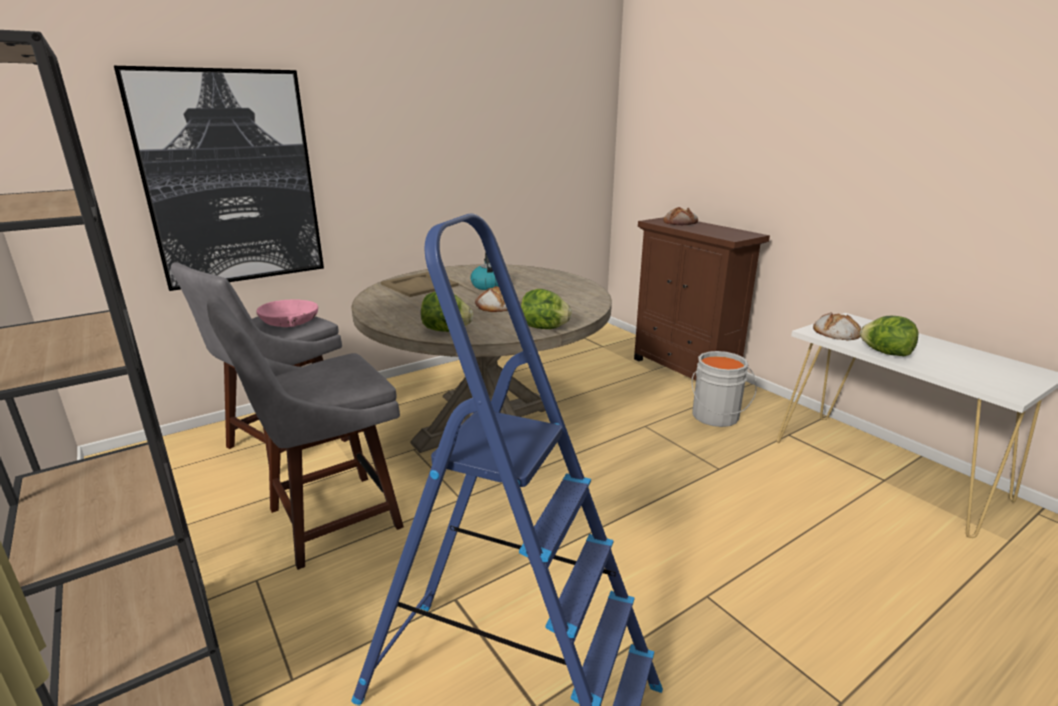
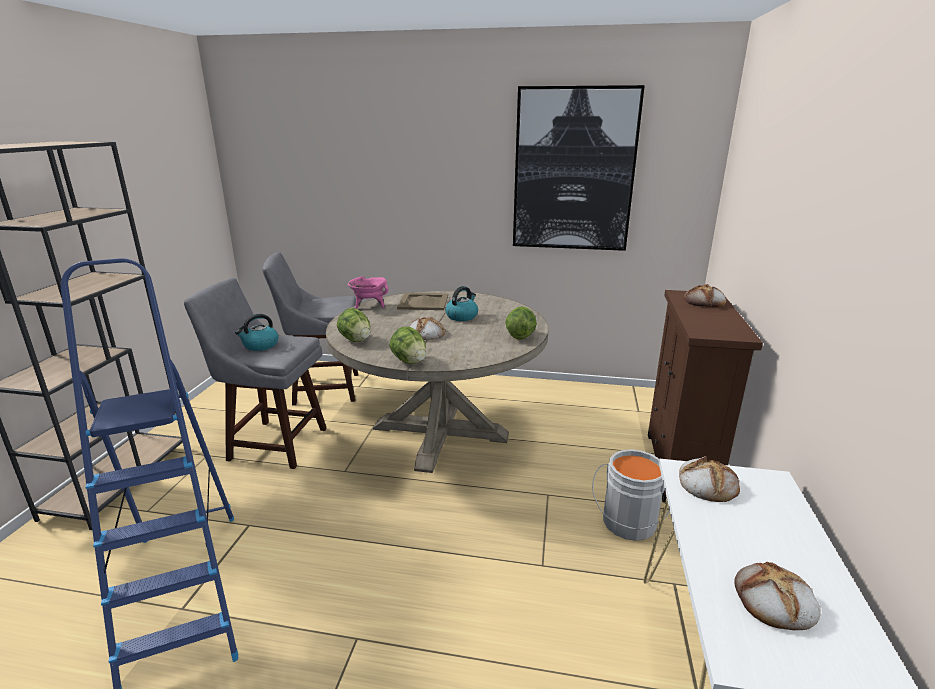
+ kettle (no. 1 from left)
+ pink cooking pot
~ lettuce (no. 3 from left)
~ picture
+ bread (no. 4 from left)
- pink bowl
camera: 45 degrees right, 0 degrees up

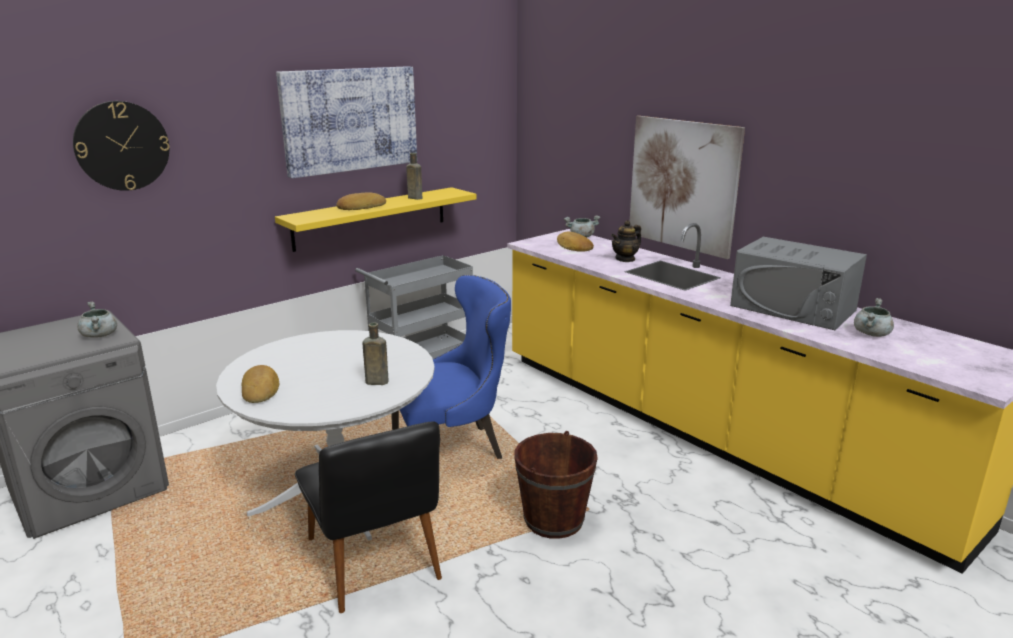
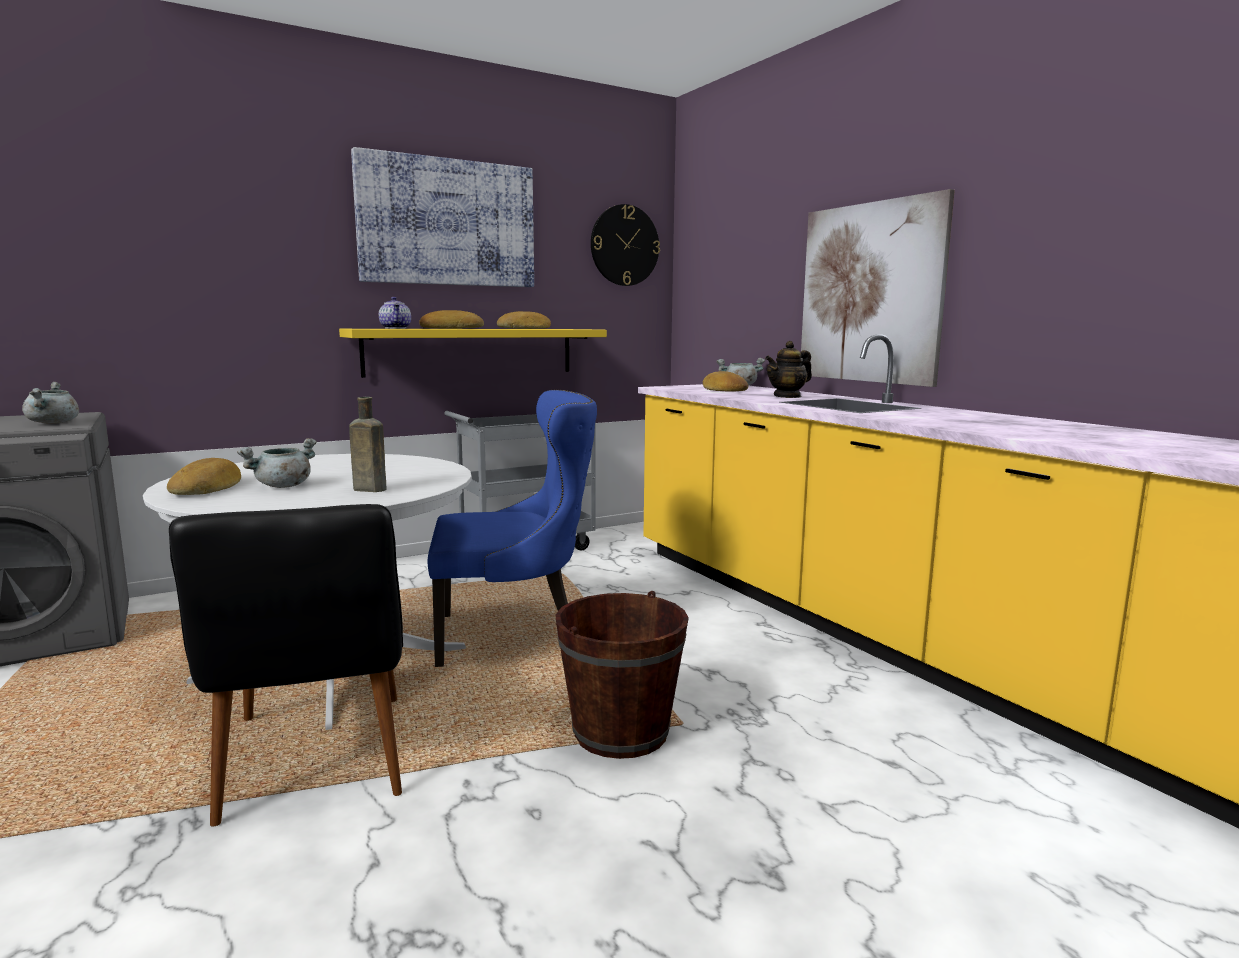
~ grey cooking pot (no. 3 from left in the first image) to grey cooking pot (no. 2 from left)
+ teapot (no. 1 from left)
~ brown bottle (no. 2 from left) to bread (no. 3 from left)
~ wall clock
- grey microwave
camera: 10 degrees right, 10 degrees down

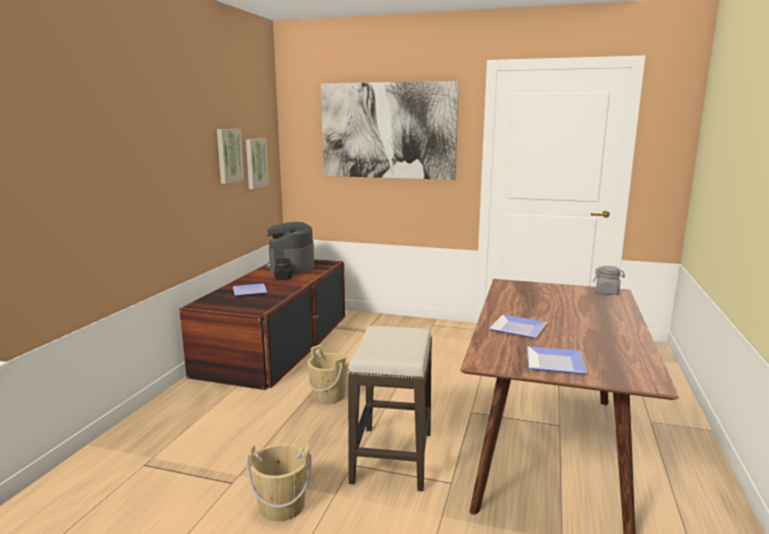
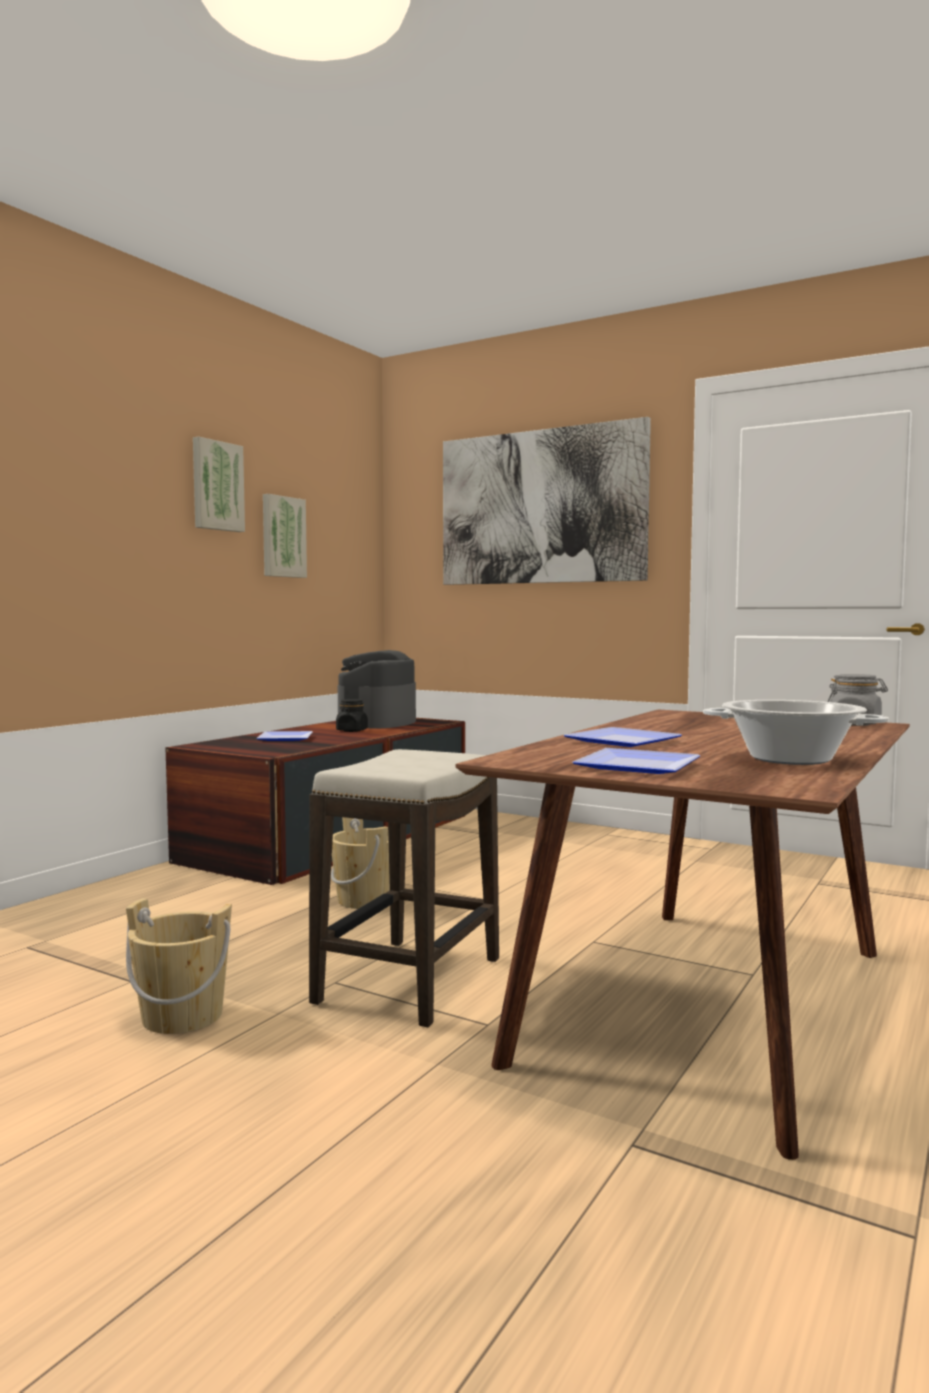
~ picture (no. 2 from left in the first image) to picture (no. 1 from left)
+ cooking pot
camera: 15 degrees right, 10 degrees down

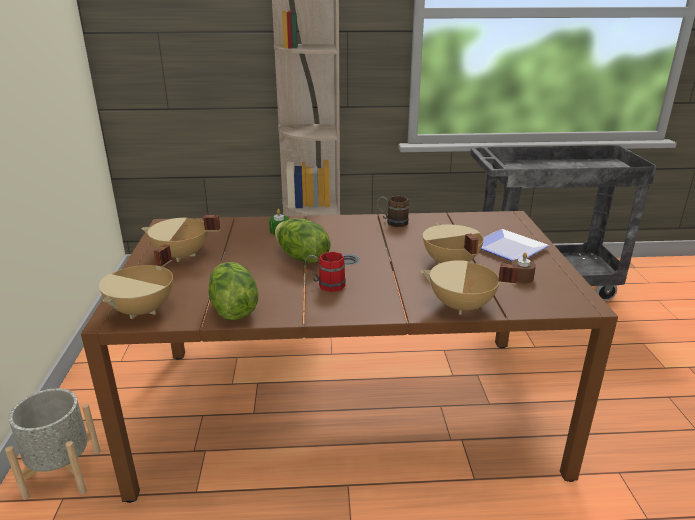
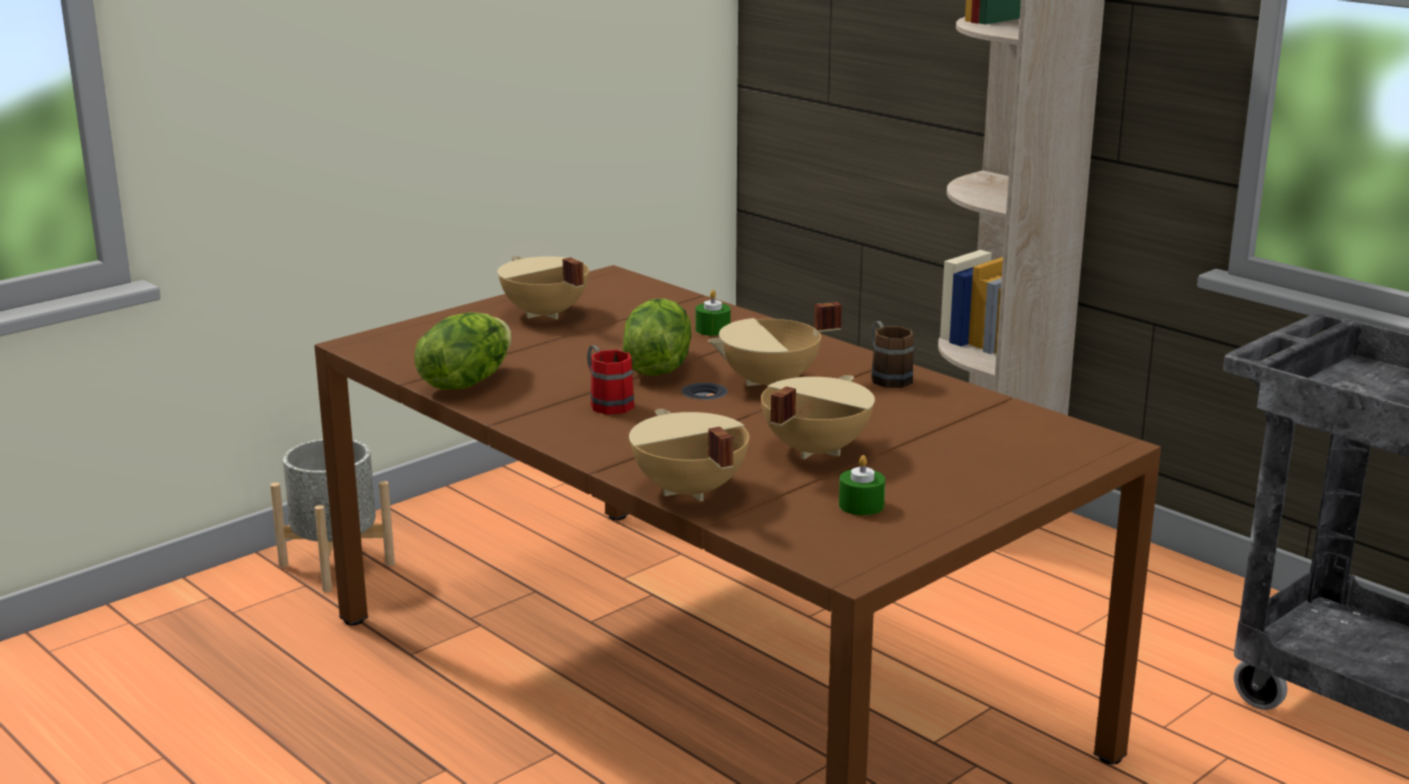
~ beige cooking pot (no. 1 from left in the first image) to beige cooking pot (no. 3 from left)
~ brown candle to green candle (no. 2 from left)
- plate
camera: 50 degrees right, 5 degrees down

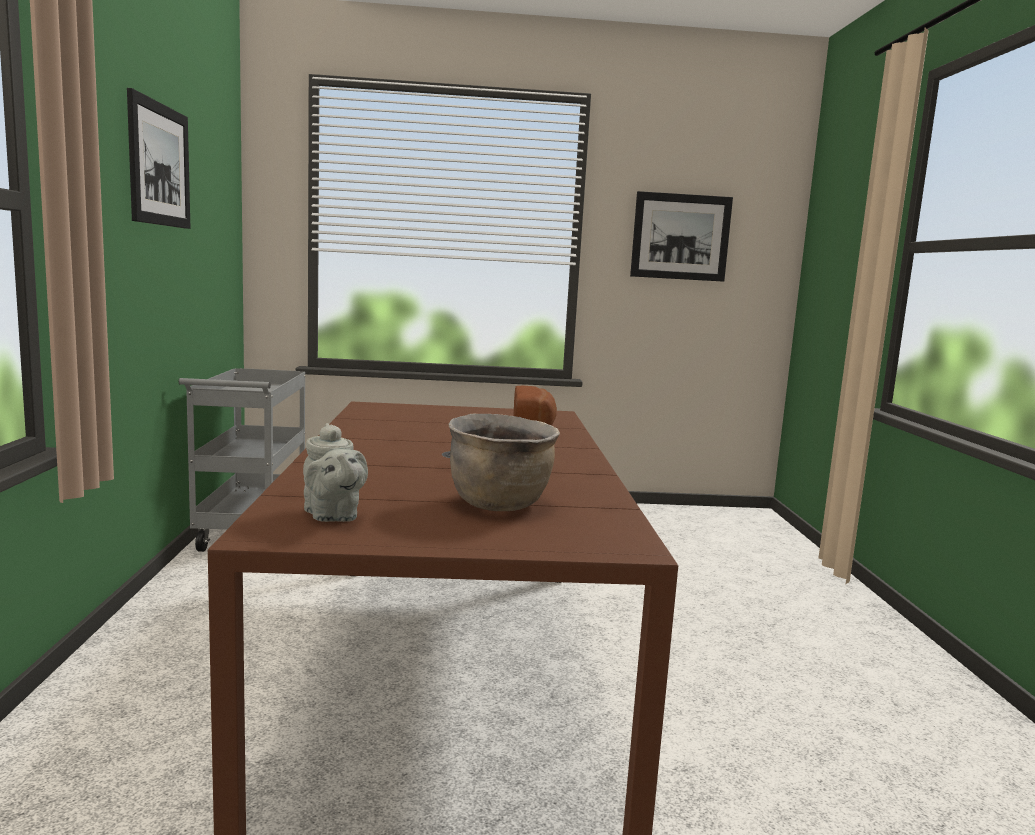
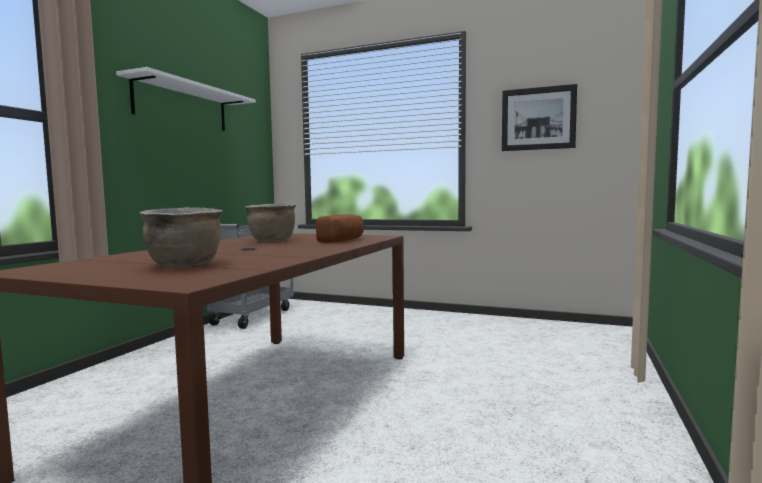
~ picture (no. 1 from left) to white shelf
+ brown cooking pot (no. 2 from left)
- grey teapot
camera: 25 degrees right, 5 degrees down

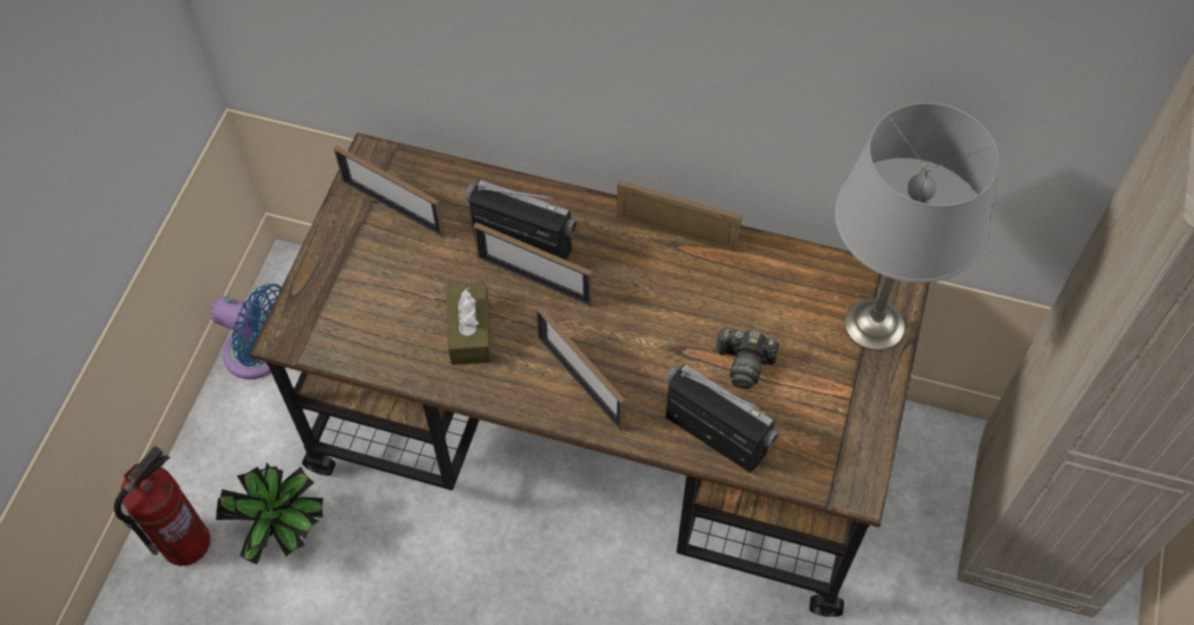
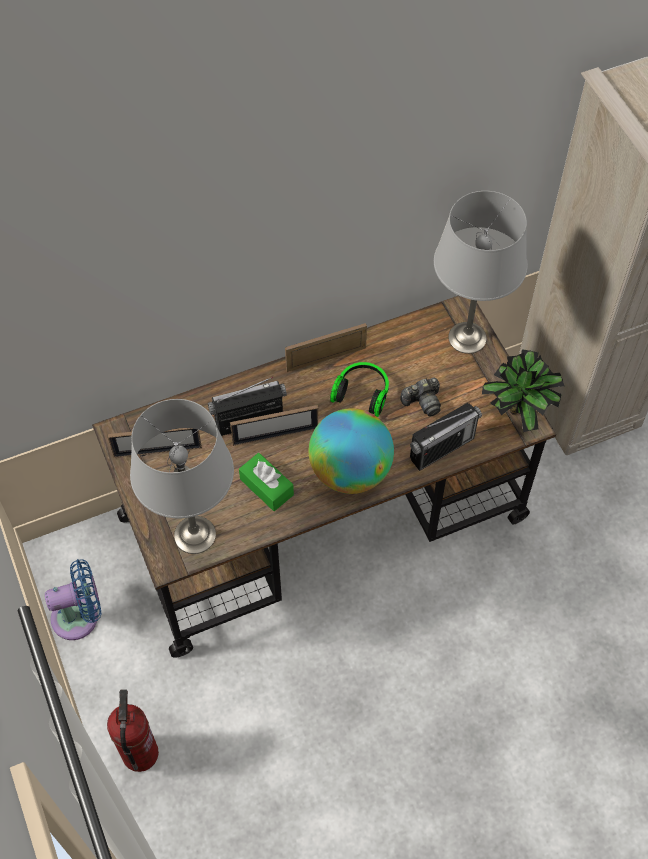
+ grey table lamp (no. 1 from left)
~ brown tissue box to green tissue box
~ picture frame (no. 3 from left) to globe
+ headphones
~ radio (no. 2 from left) 150 degrees clockwise
~ potted plant
camera: 40 degrees left, 0 degrees up

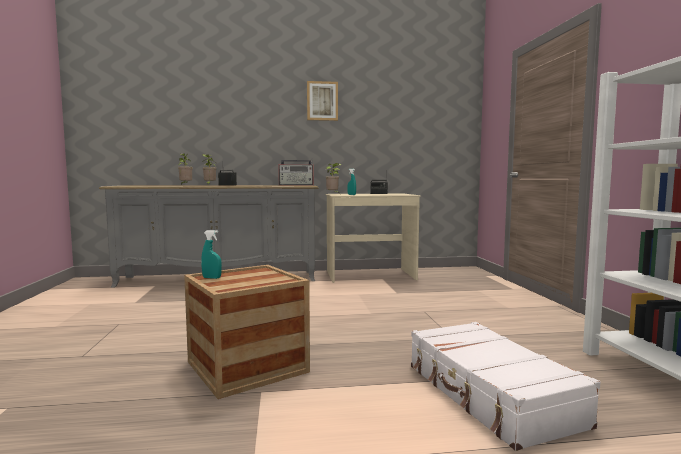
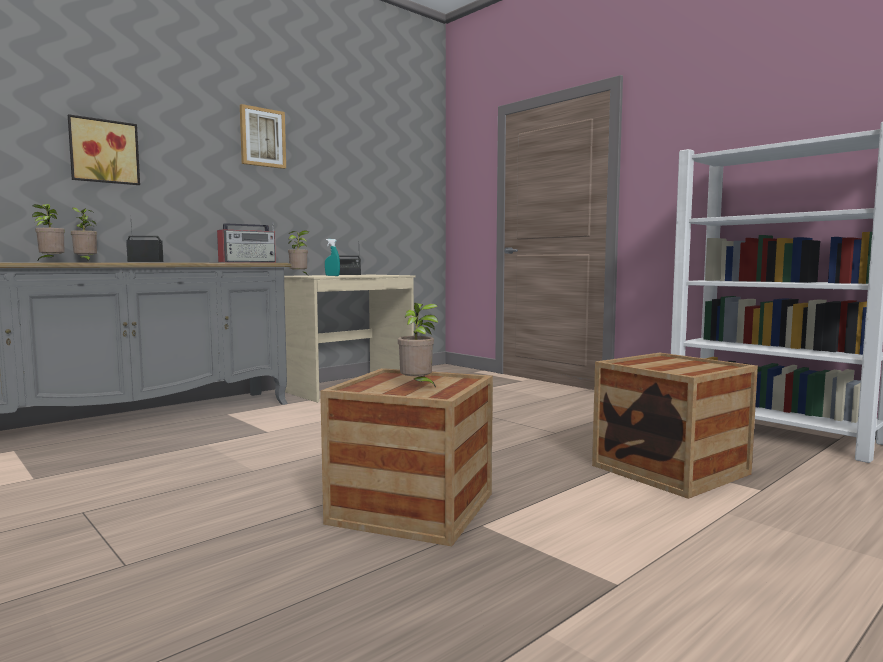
+ picture (no. 1 from left)
+ potted plant (no. 4 from left)
~ white suitcase to crate (no. 2 from left)
- turquoise spray bottle (no. 1 from left)
camera: 35 degrees left, 0 degrees up

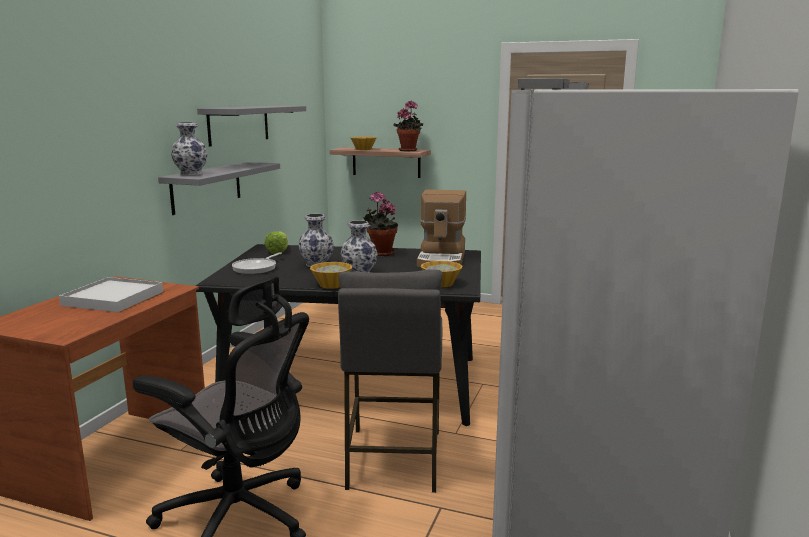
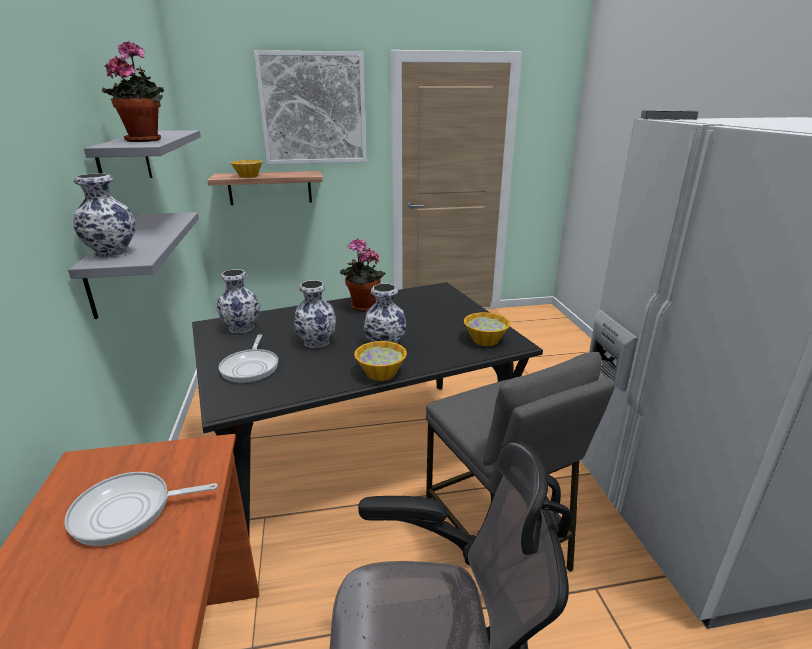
~ white tray to frying pan (no. 1 from left)
~ potted plant (no. 2 from left in the first image) to potted plant (no. 1 from left)
~ lettuce to vase (no. 2 from left)
+ picture
- coffee machine
camera: 30 degrees left, 10 degrees up

